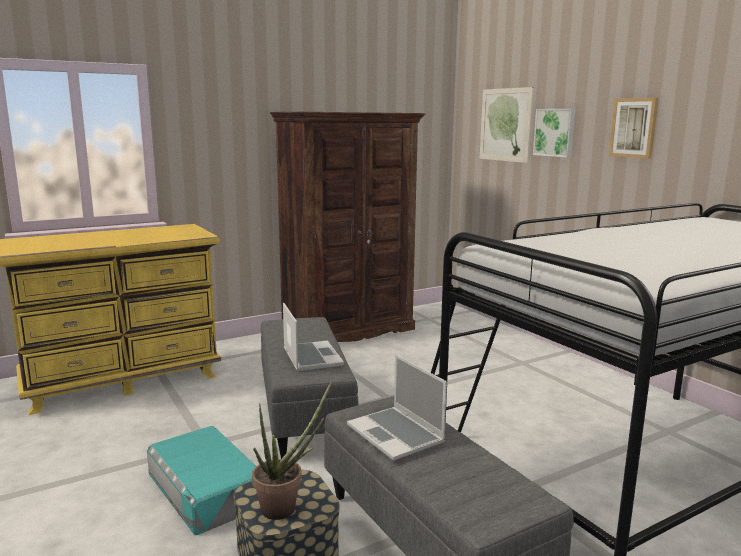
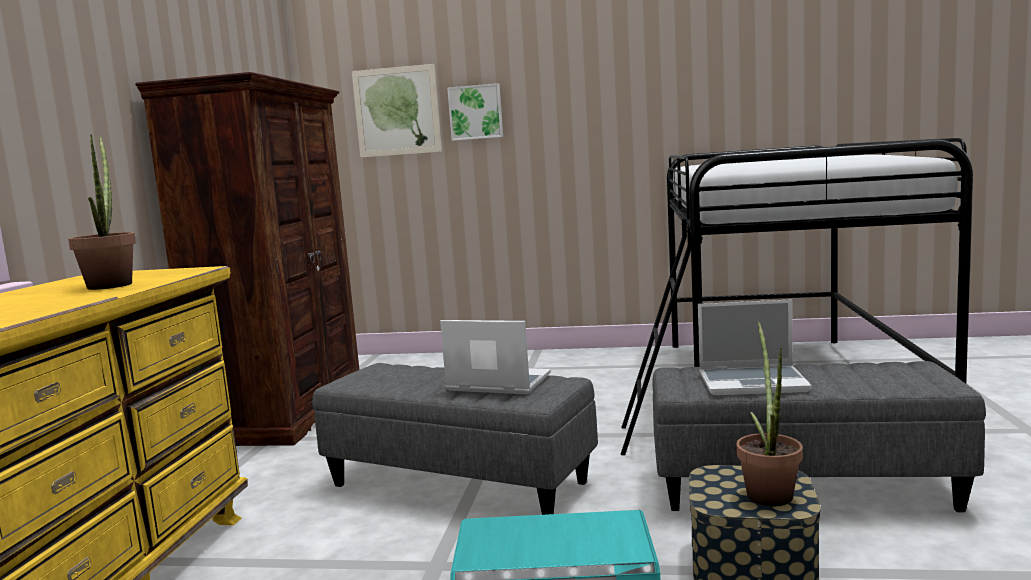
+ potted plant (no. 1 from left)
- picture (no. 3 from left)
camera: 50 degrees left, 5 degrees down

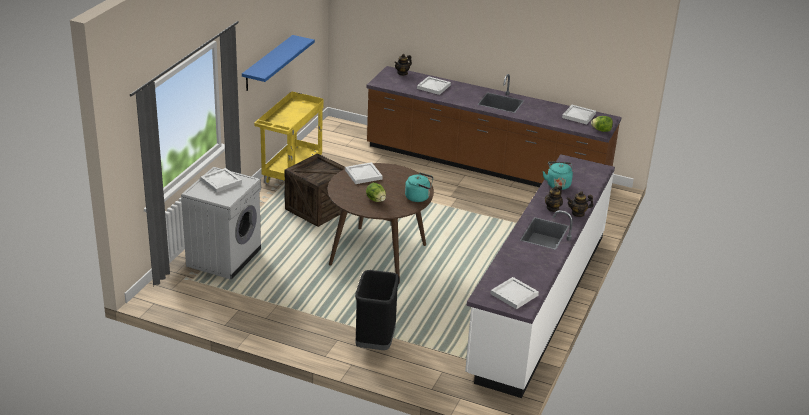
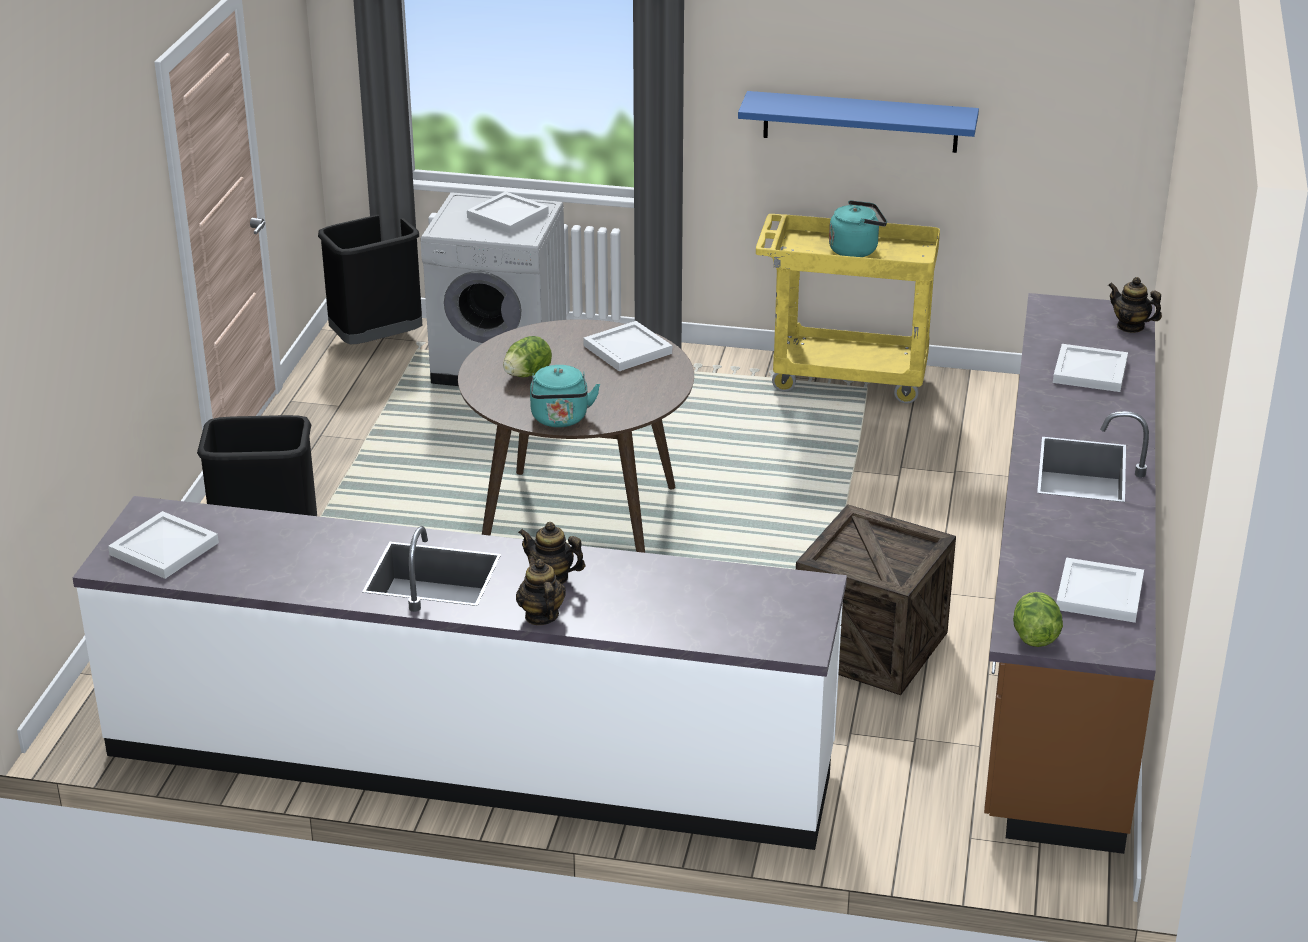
+ black trash can (no. 2 from left)
~ crate
~ turquoise kettle (no. 2 from left)
camera: 80 degrees right, 0 degrees up

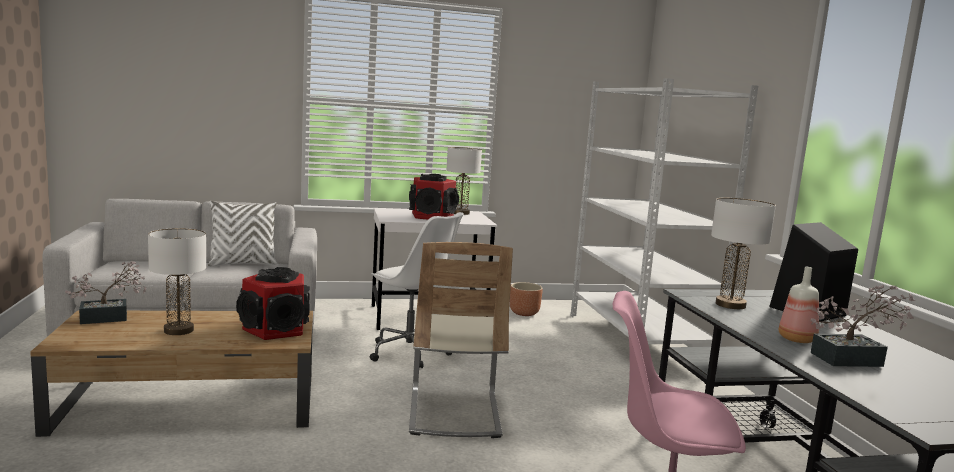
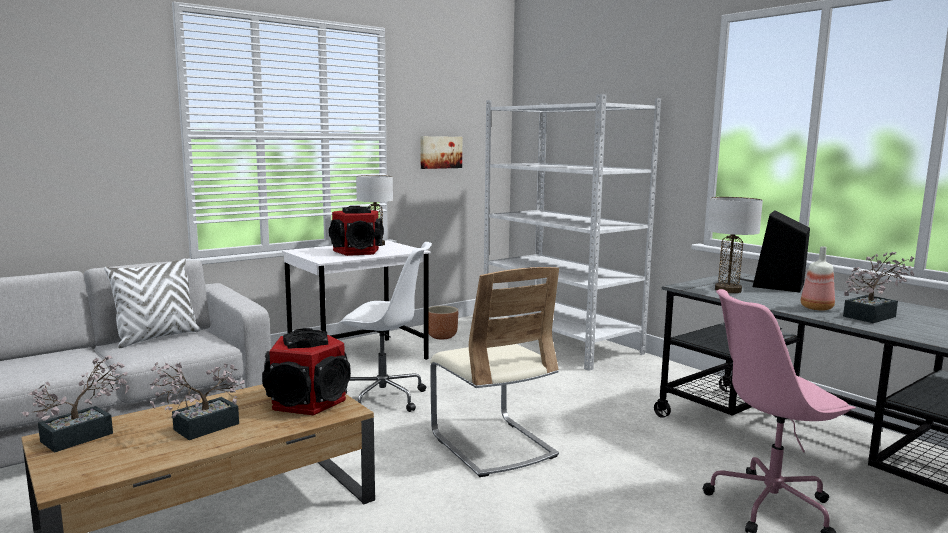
~ table lamp (no. 1 from left) to potted plant (no. 2 from left)
+ picture
camera: 25 degrees left, 0 degrees up

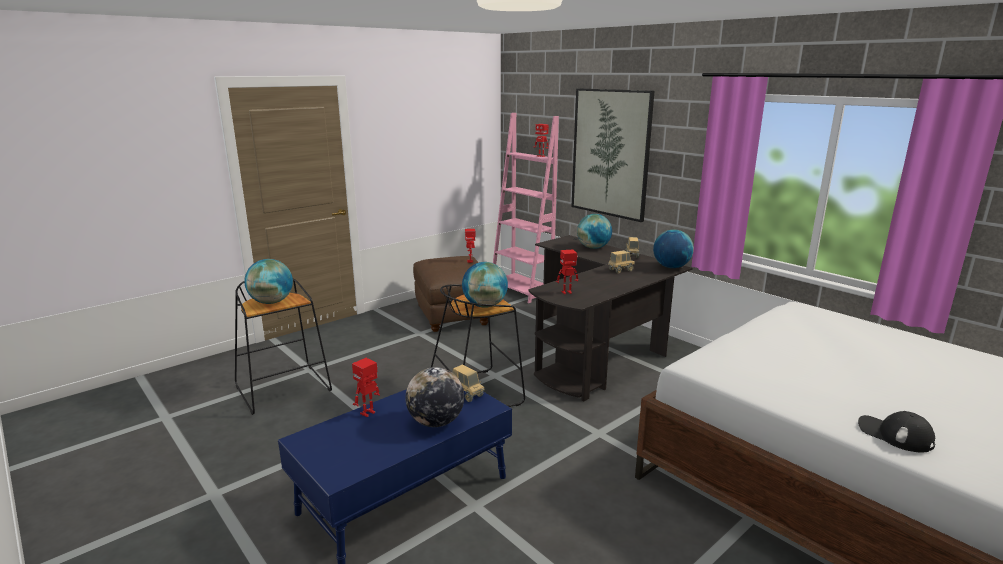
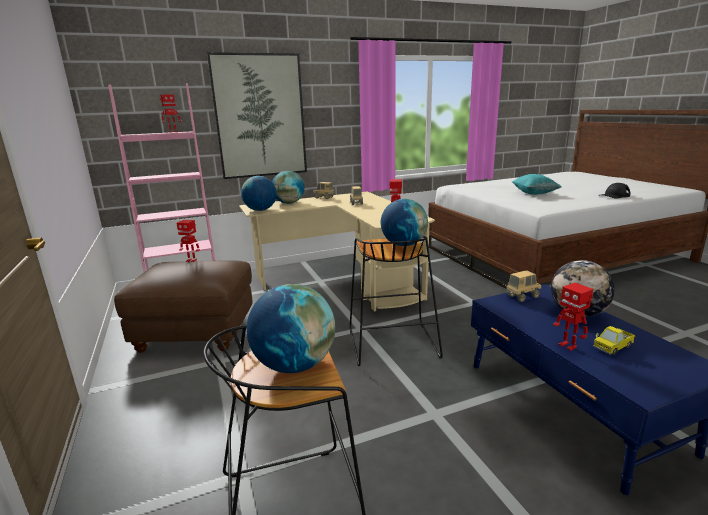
~ black desk to beige desk
~ globe (no. 5 from left in the first image) to globe (no. 1 from left)
+ turquoise pillow
+ toy truck (no. 4 from left)
camera: 70 degrees left, 0 degrees up

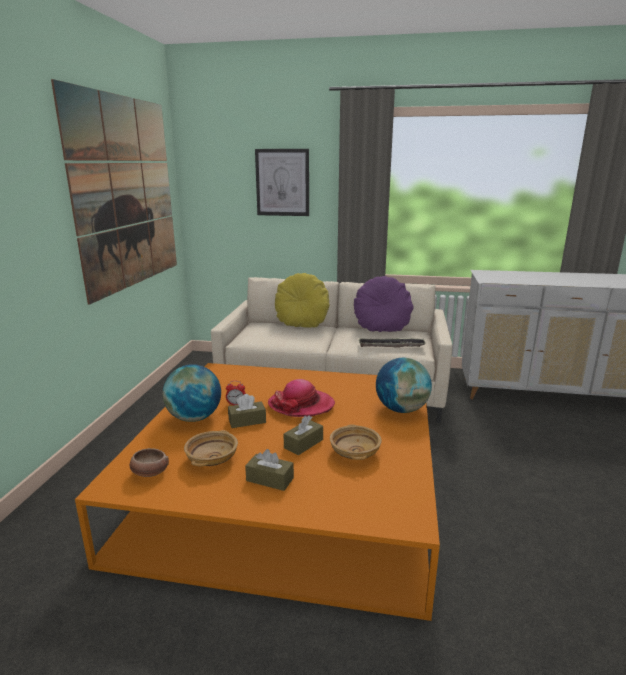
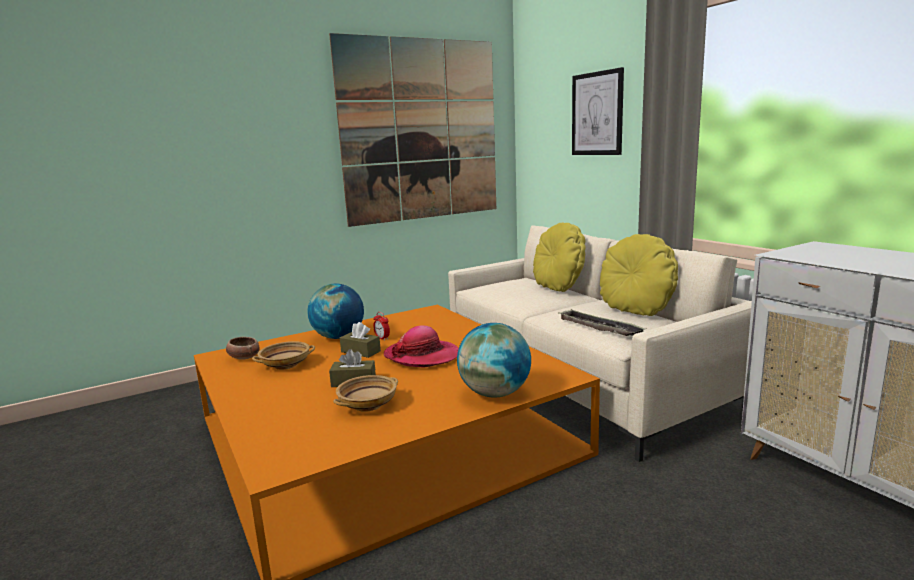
~ purple pillow to yellow pillow (no. 2 from left)
- brown tissue box (no. 2 from left)
camera: 50 degrees right, 5 degrees down

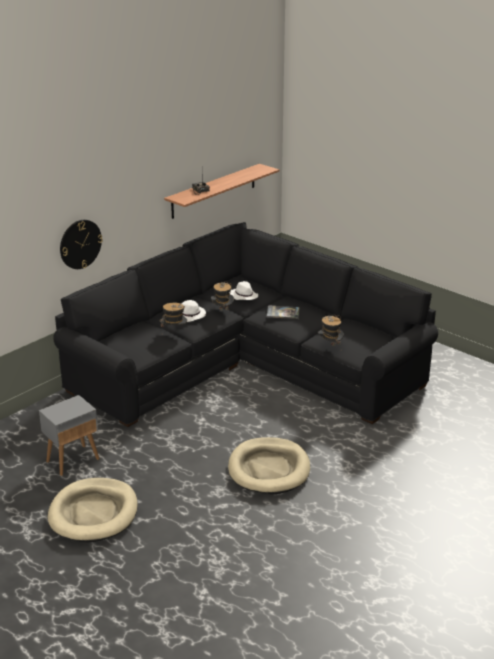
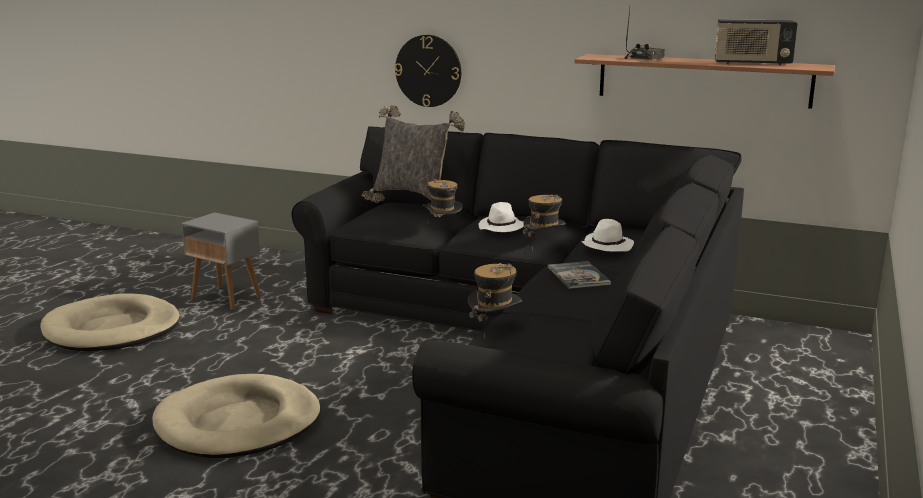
+ pillow
+ radio (no. 2 from left)
camera: 70 degrees right, 10 degrees down

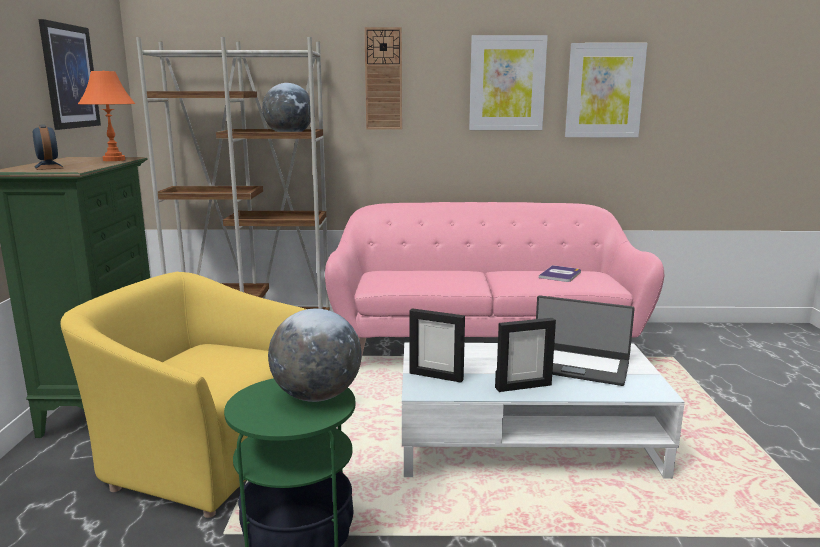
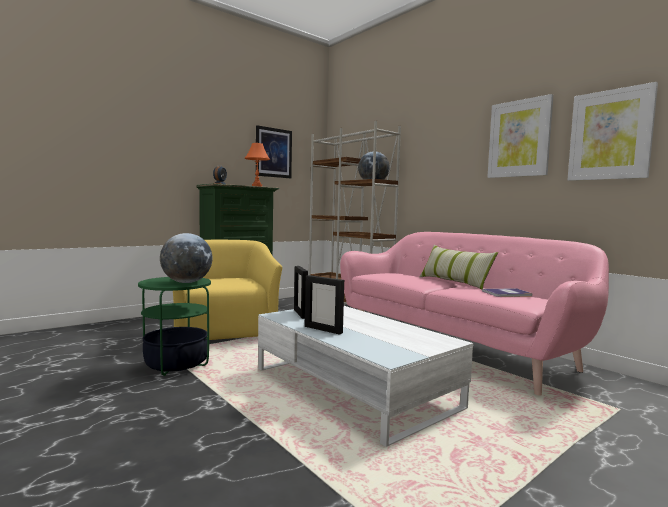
+ pillow
- wall clock
- laptop
camera: 50 degrees right, 10 degrees down

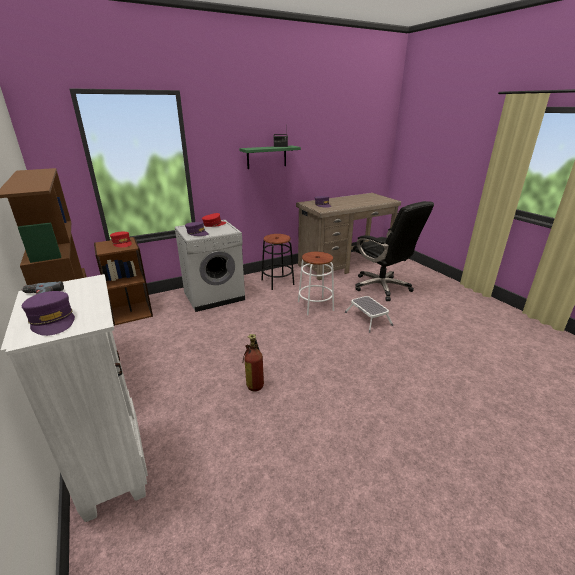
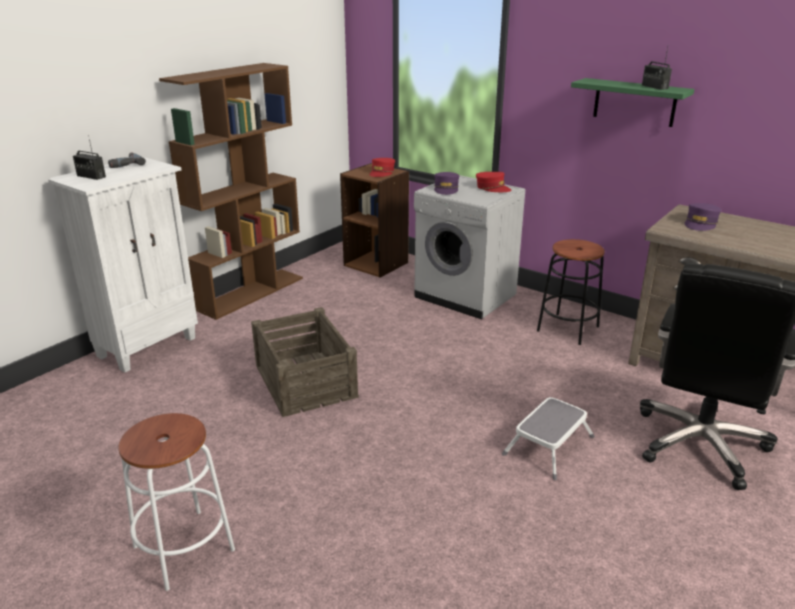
~ purple cap (no. 1 from left) to radio (no. 1 from left)
~ white stool
~ fire extinguisher to crate
camera: 65 degrees right, 0 degrees up

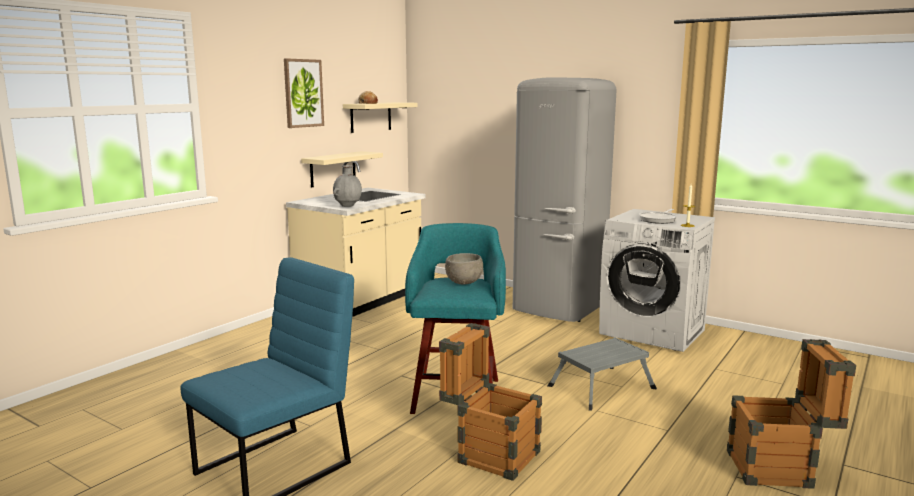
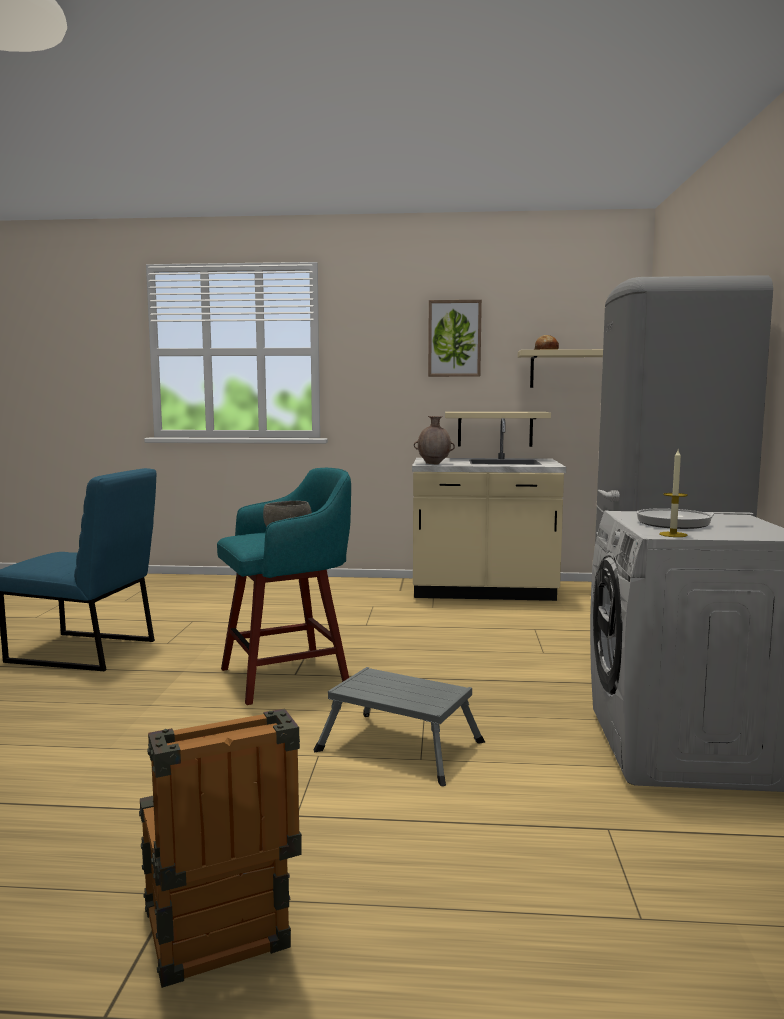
~ grey vase to brown vase
- crate (no. 1 from left)
camera: 60 degrees right, 5 degrees down

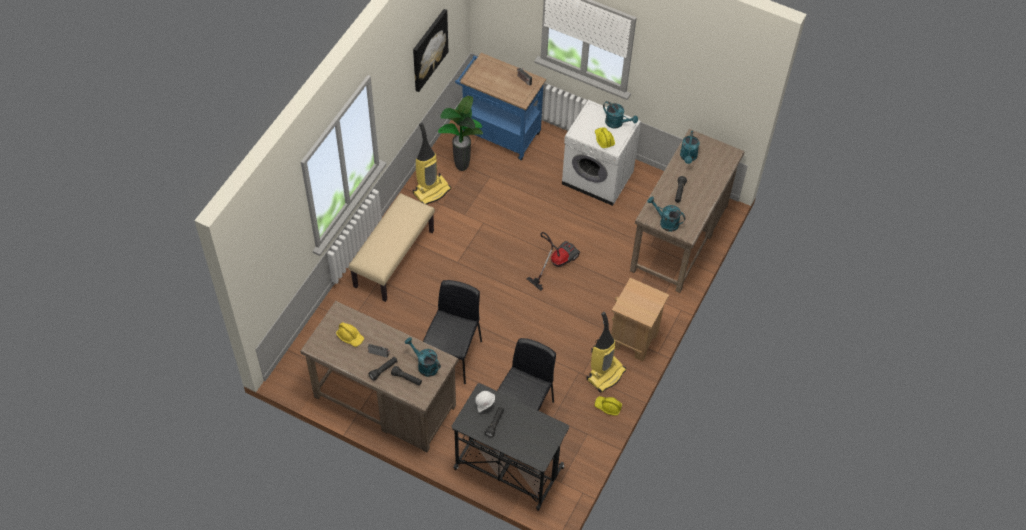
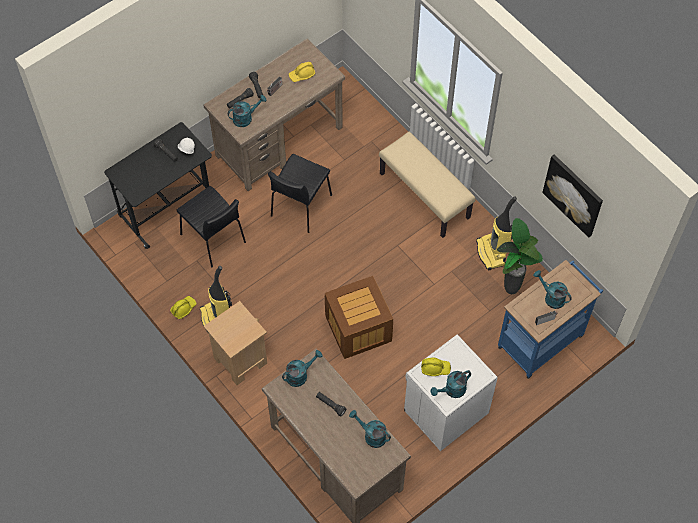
~ black chair (no. 1 from left in the first image) 75 degrees clockwise
~ vacuum cleaner (no. 2 from left) to crate
+ turquoise watering can (no. 5 from left)
camera: 115 degrees right, 5 degrees up

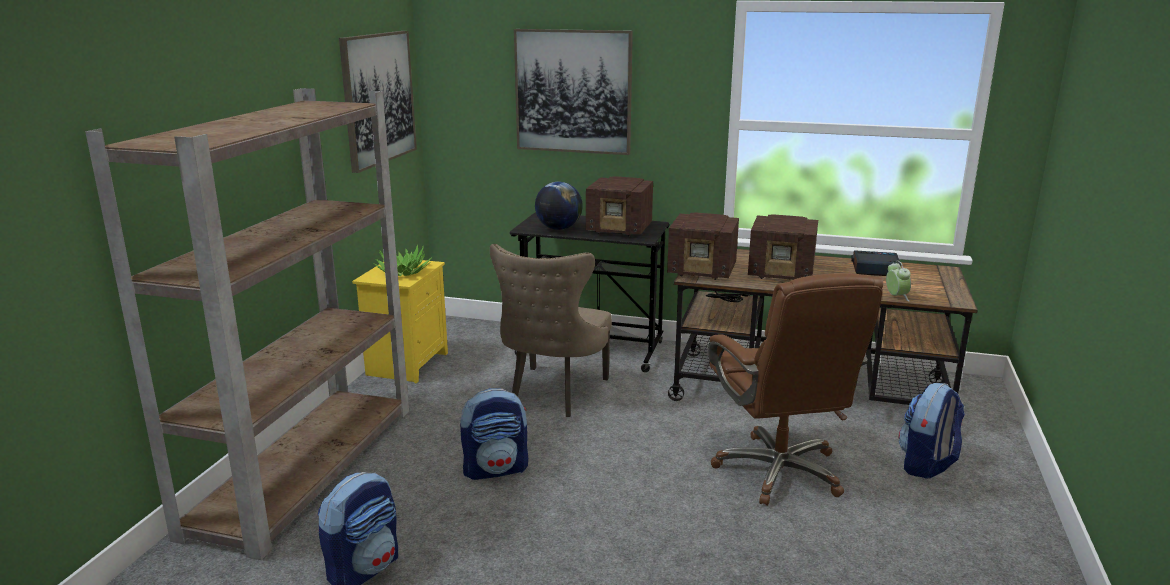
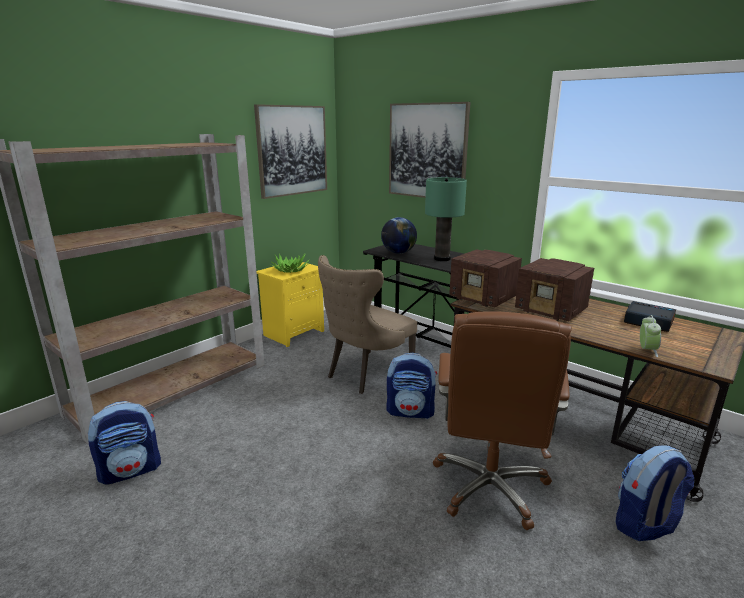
~ backpack (no. 2 from left)
~ radio (no. 1 from left) to green table lamp
camera: 25 degrees right, 0 degrees up

